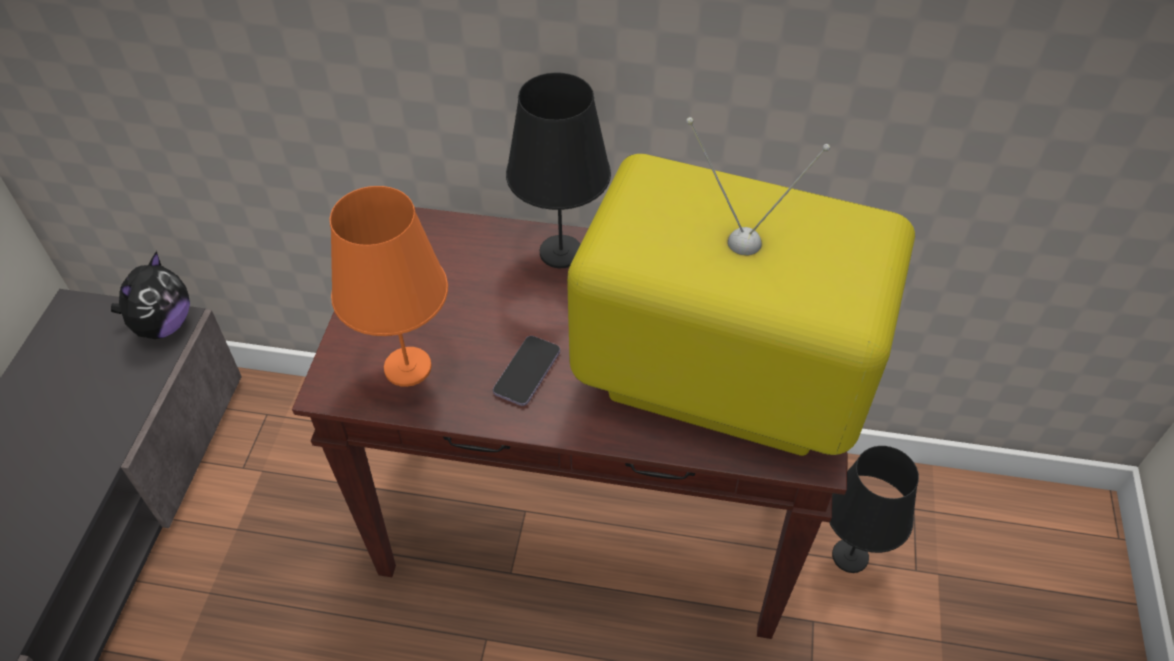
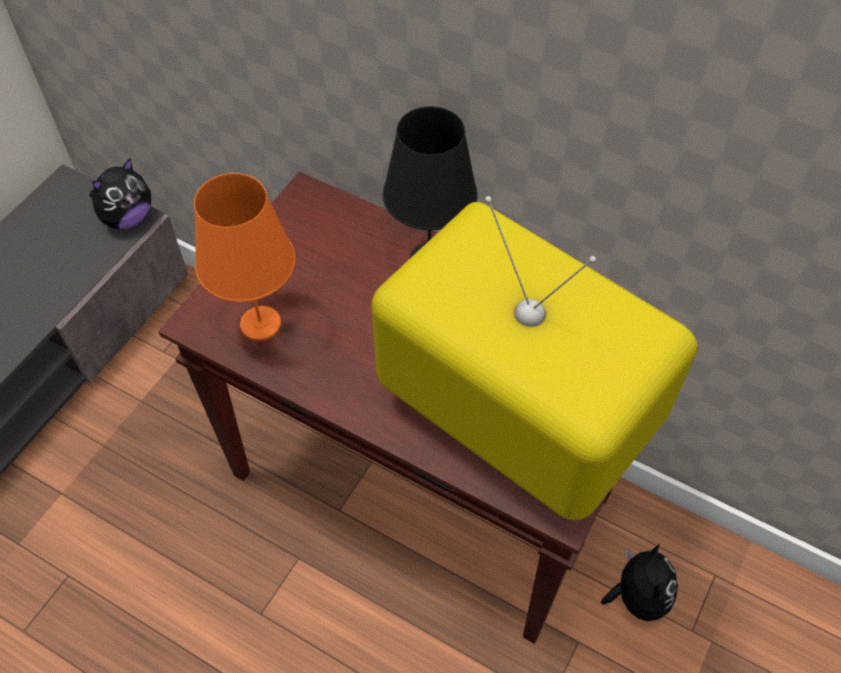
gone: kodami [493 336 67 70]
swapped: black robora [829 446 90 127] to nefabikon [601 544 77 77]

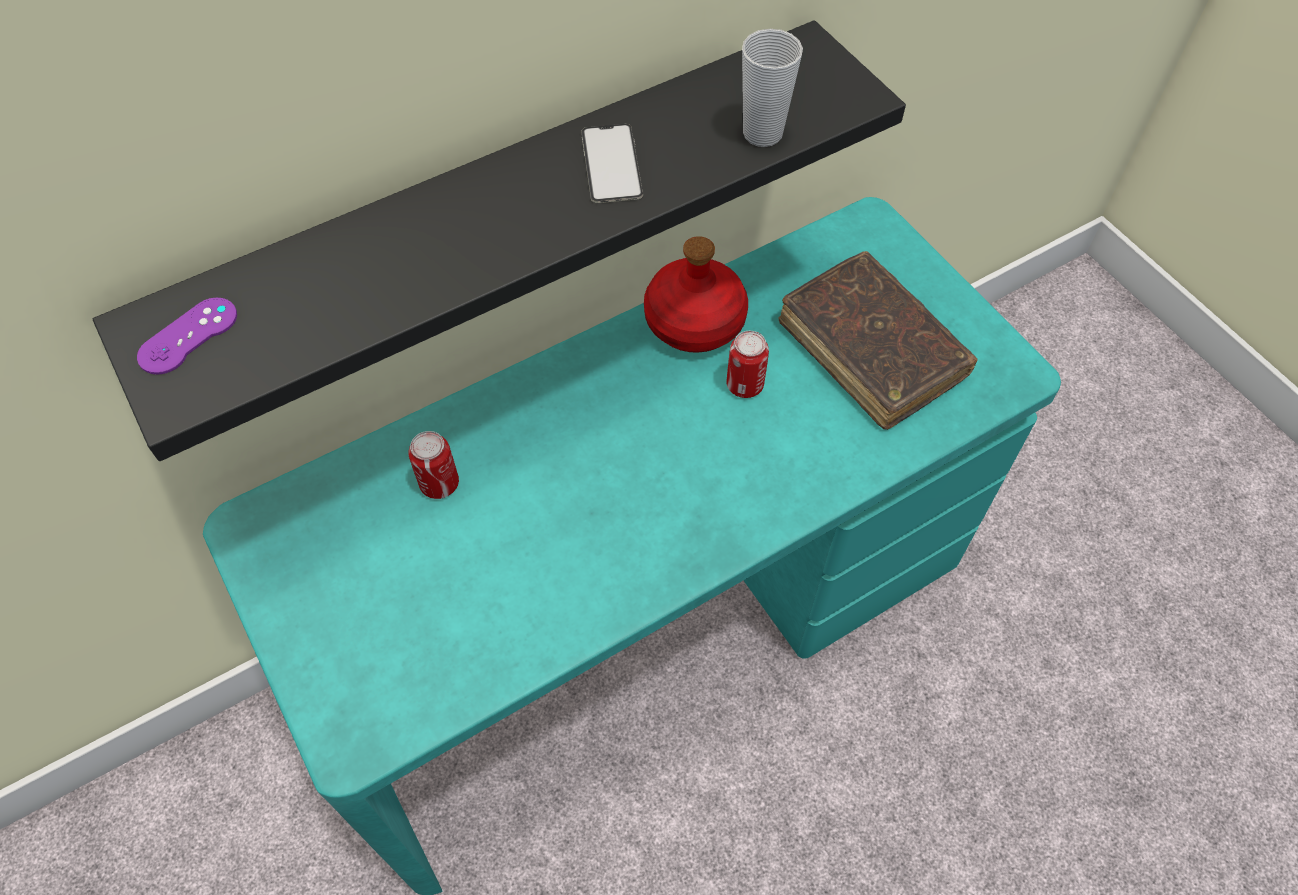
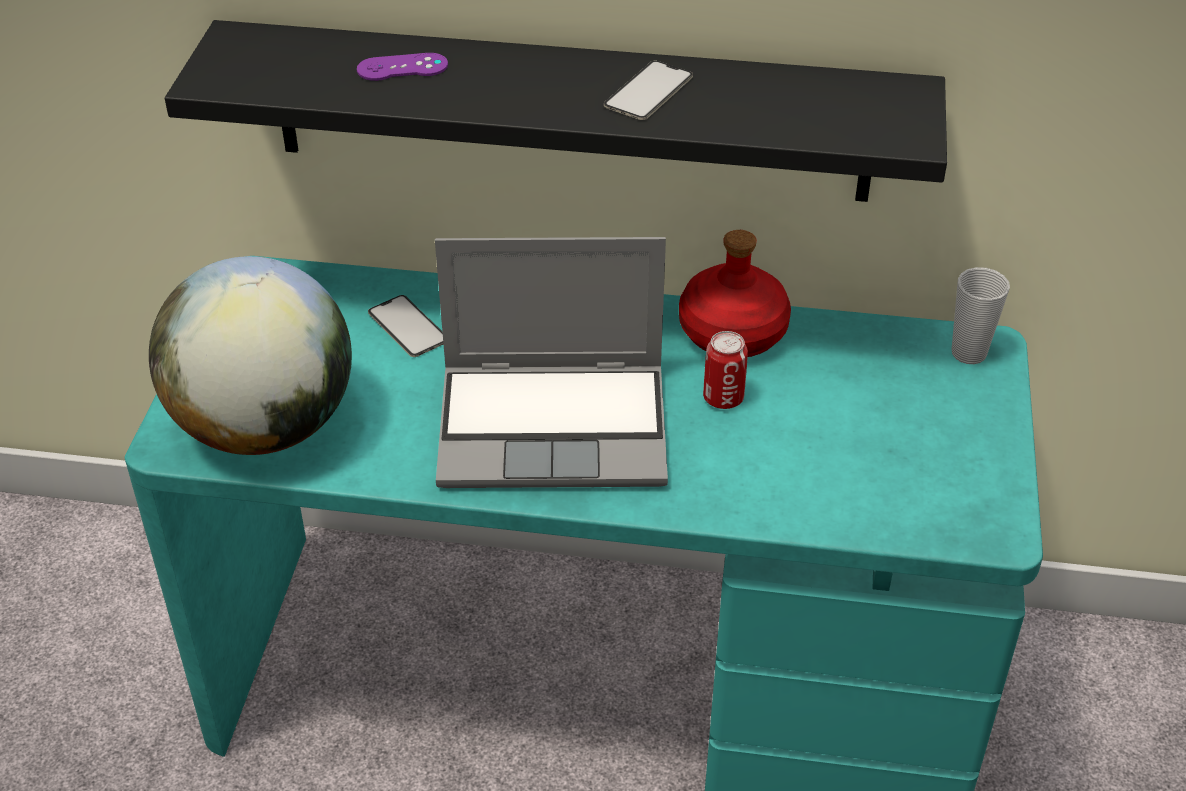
gone: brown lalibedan [778 251 200 179]
new: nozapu [435 237 233 251]; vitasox [149 256 203 199]
shifted: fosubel [742 29 61 118] to [952 267 58 97]; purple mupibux [137 298 100 77] to [357 53 91 28]
swapped: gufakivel [409 431 50 68] to kodami [368 295 76 62]

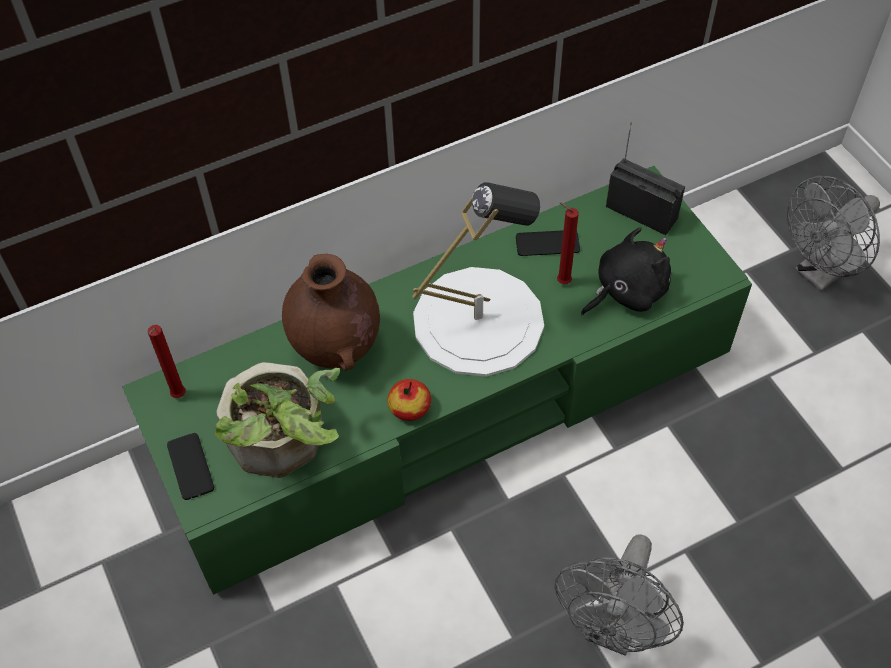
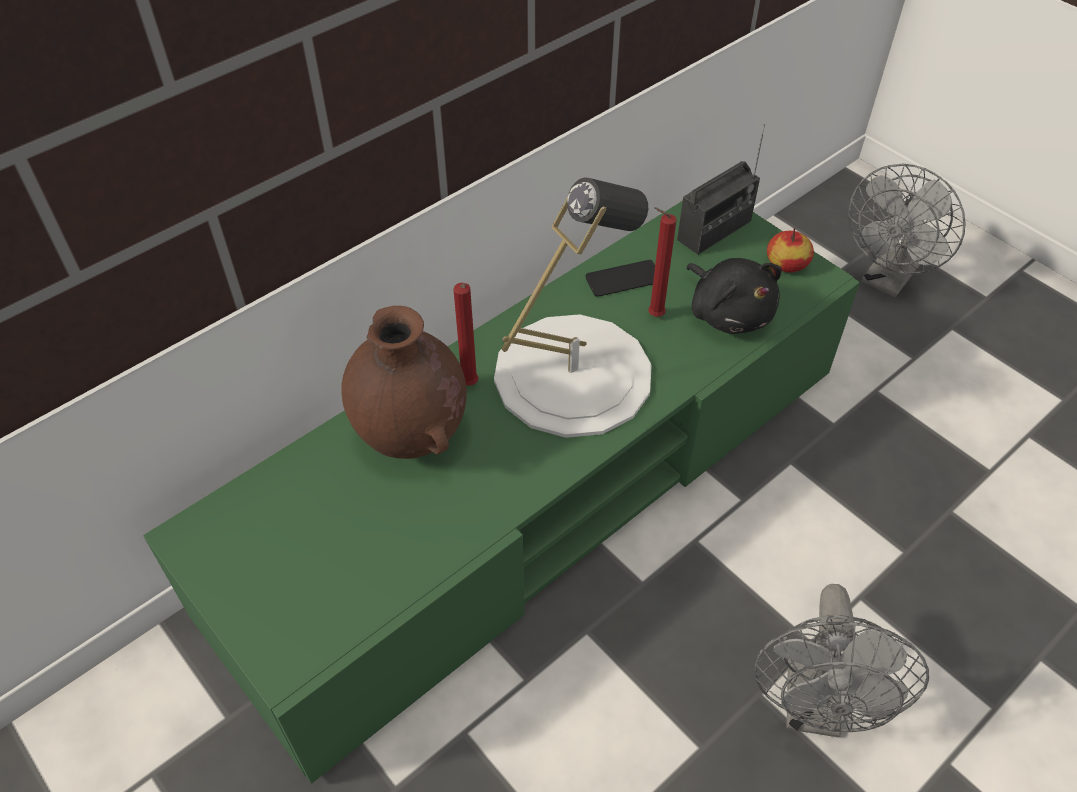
gone: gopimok [214 362 126 116]; kodami [167 433 47 67]
shifted: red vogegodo [148 325 38 73] to [453 283 26 103]; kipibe [387 379 44 42] to [767 228 47 45]
rotated: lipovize [606 123 79 112] = [677 124 88 131] 120 degrees clockwise; black nefabikon [581 227 90 88] = [686 258 96 76] 105 degrees clockwise

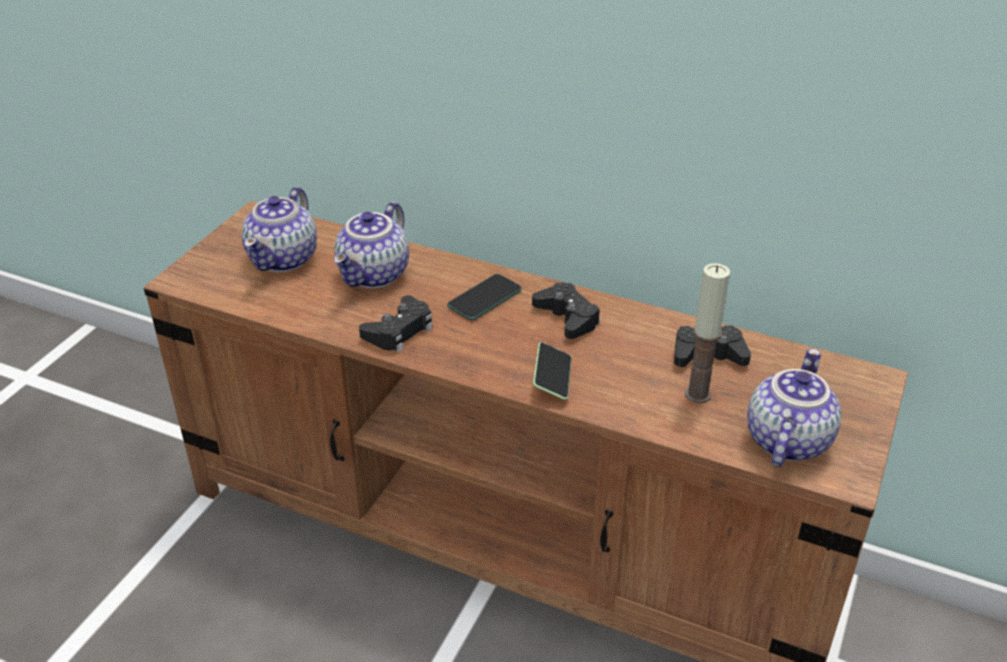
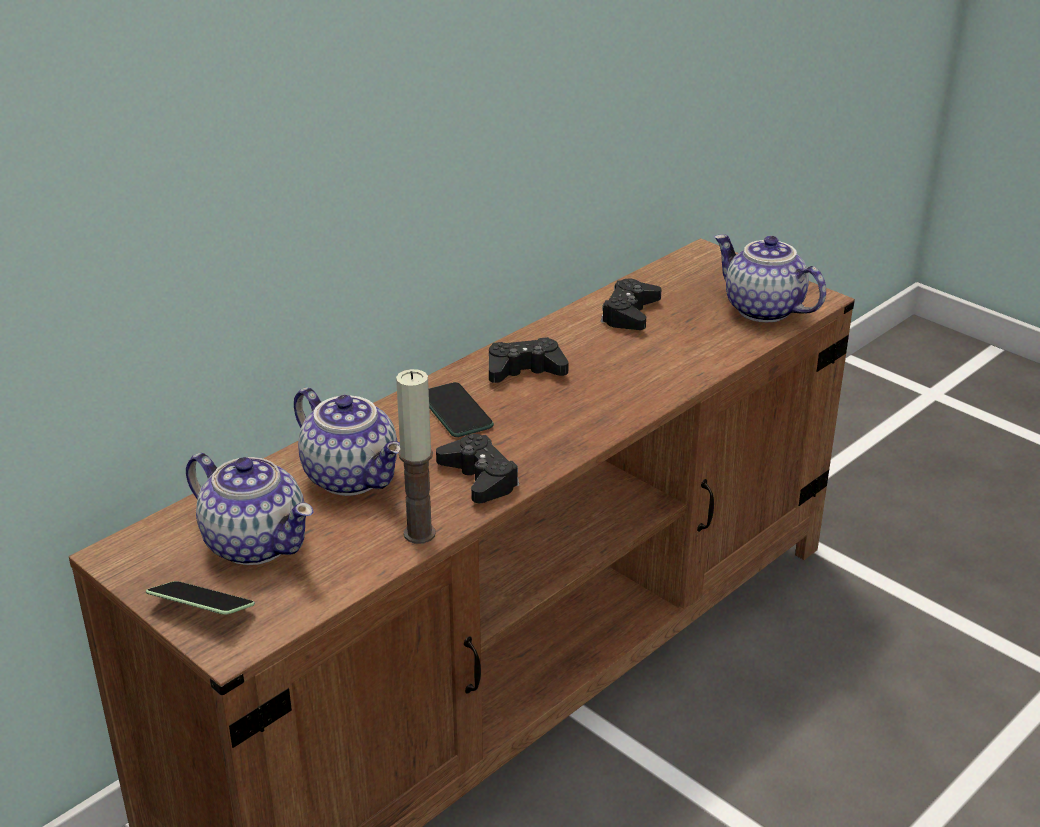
shifted: vogegodo [685 263 45 141] to [396 369 40 175]; kodami [533 342 39 58] to [146 581 109 33]

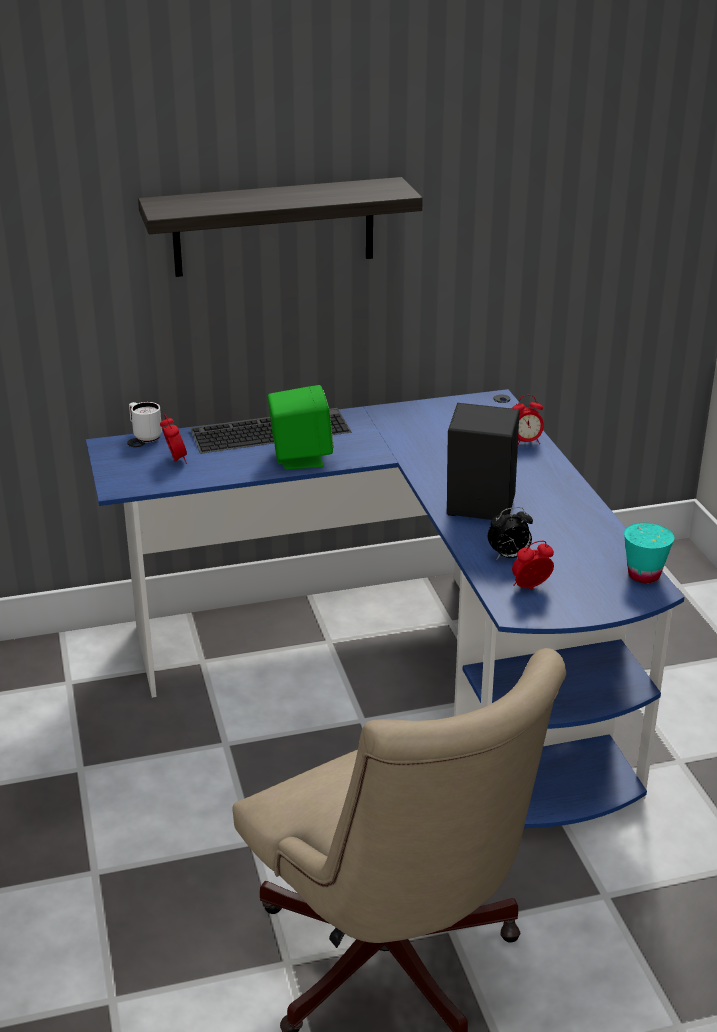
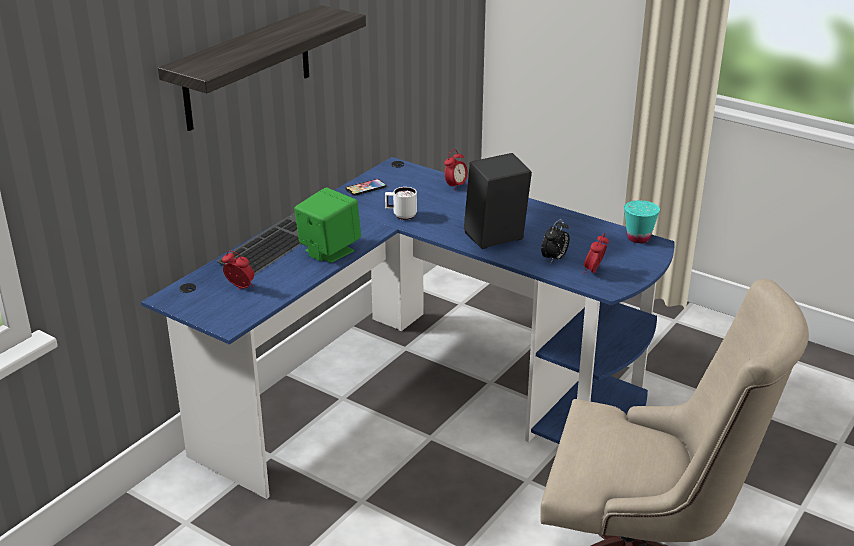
new: kodami [346 179 41 17]
shifted: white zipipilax [129 402 33 40] to [385 187 32 33]

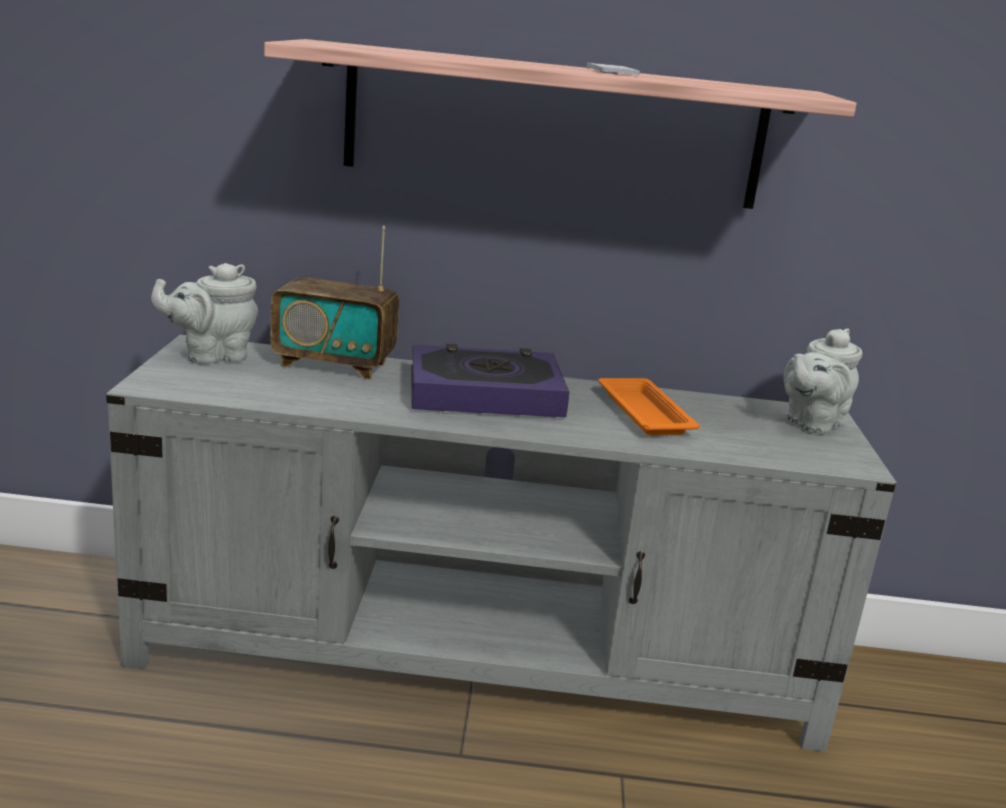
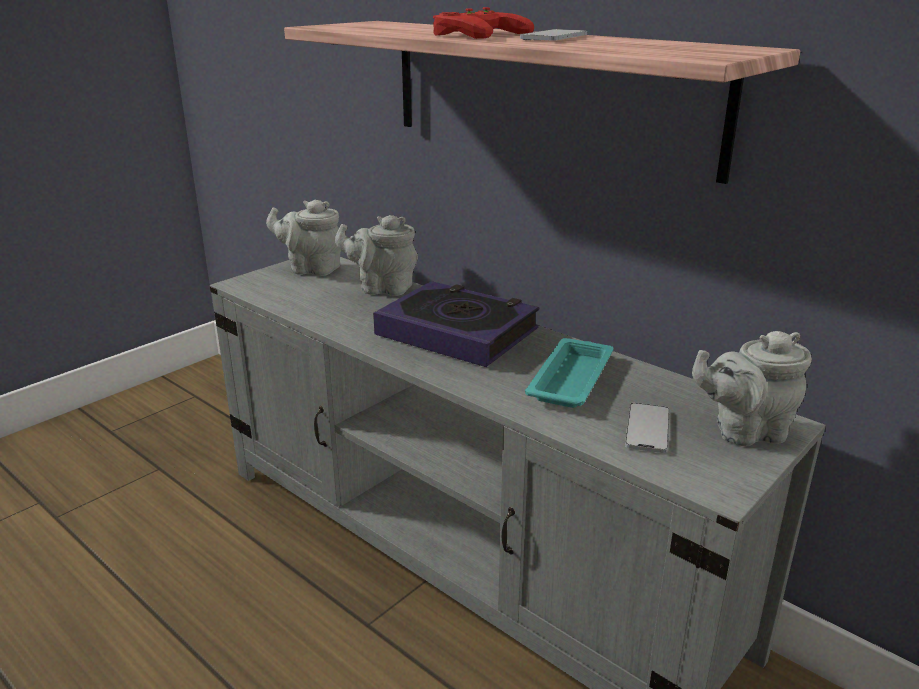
new: red mupibux [433 7 101 32]; kodami [625 403 45 50]
swapped: lipovize [271 225 128 155] to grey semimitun [335 215 83 81]
repainted: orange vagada [598 378 102 57] to turquoise vagada [525 338 89 70]

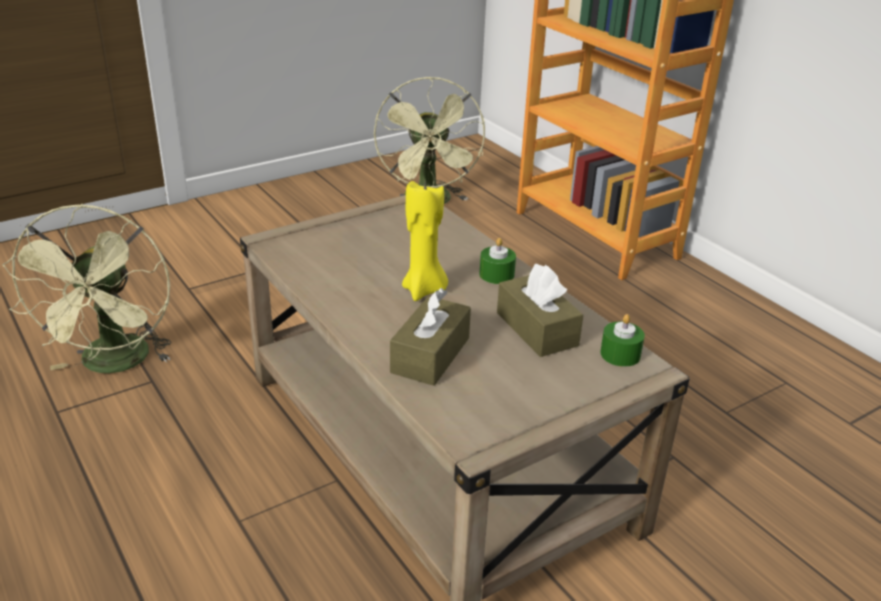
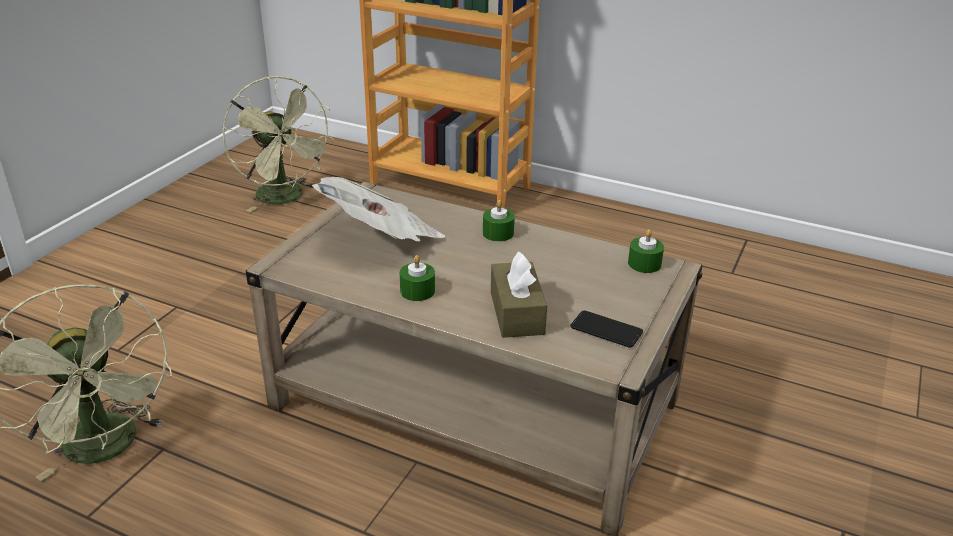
gone: yellow vogegodo [402 179 46 122]; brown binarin [497 264 86 93]
new: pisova [312 177 133 64]; green vogegodo [399 255 36 46]; kodami [570 311 73 36]

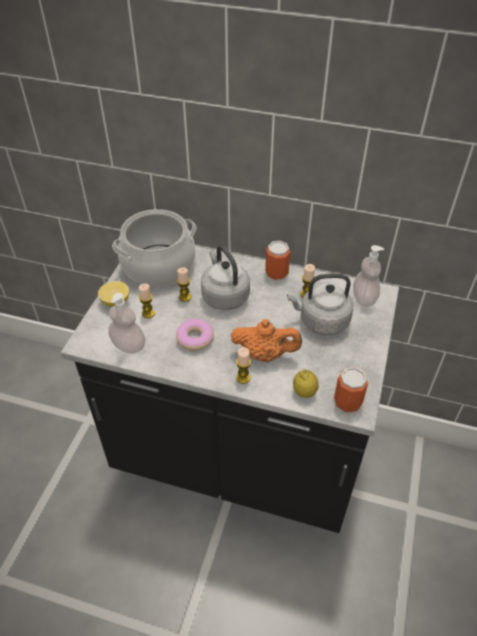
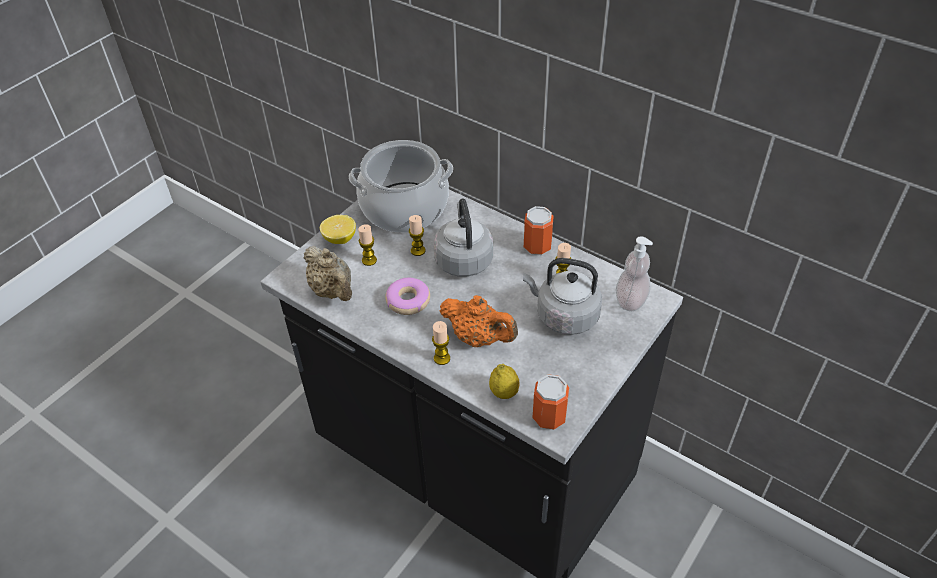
swapped: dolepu [108 293 37 61] to beige semimitun [303 246 49 55]

